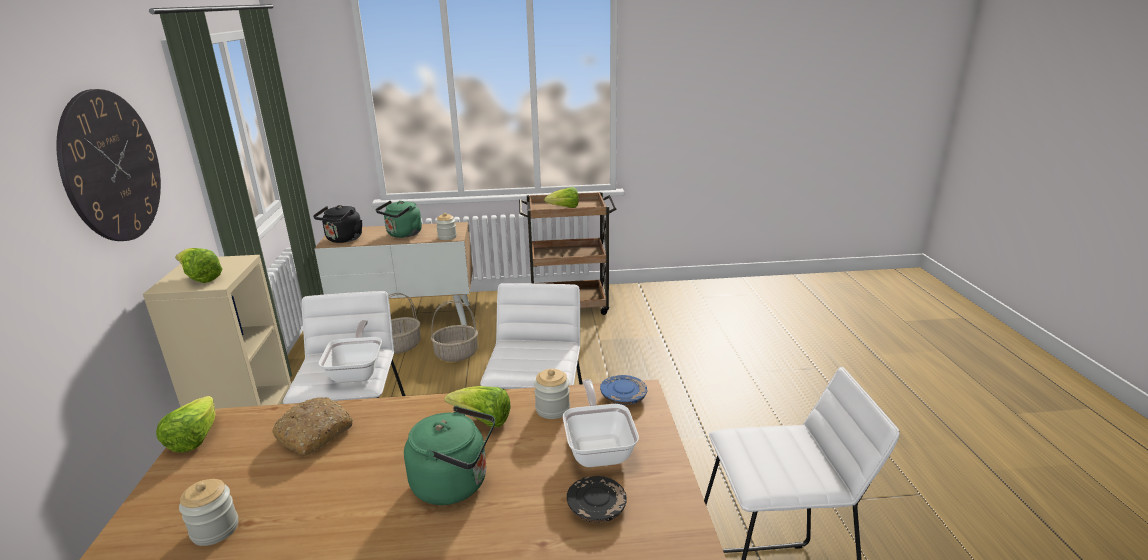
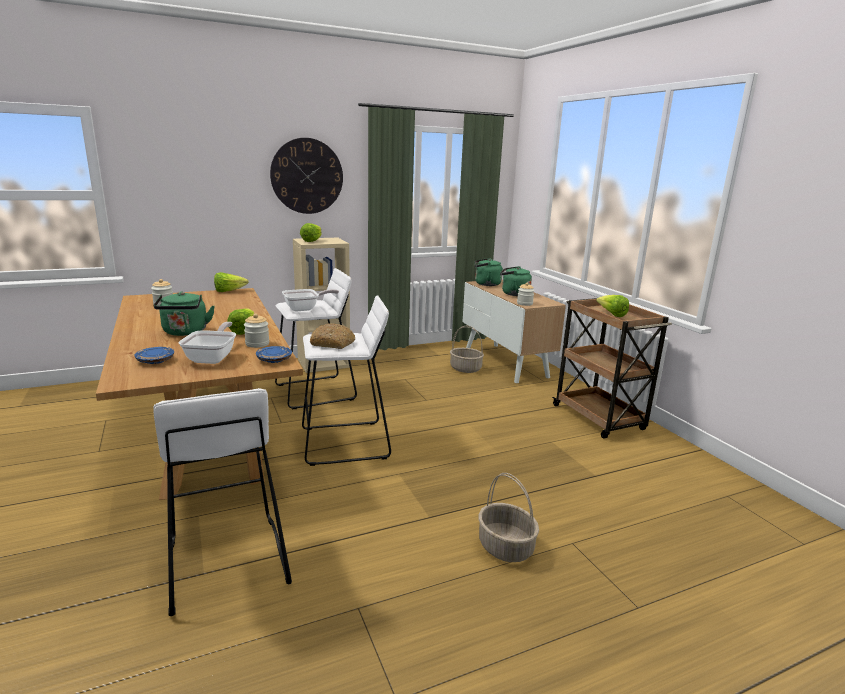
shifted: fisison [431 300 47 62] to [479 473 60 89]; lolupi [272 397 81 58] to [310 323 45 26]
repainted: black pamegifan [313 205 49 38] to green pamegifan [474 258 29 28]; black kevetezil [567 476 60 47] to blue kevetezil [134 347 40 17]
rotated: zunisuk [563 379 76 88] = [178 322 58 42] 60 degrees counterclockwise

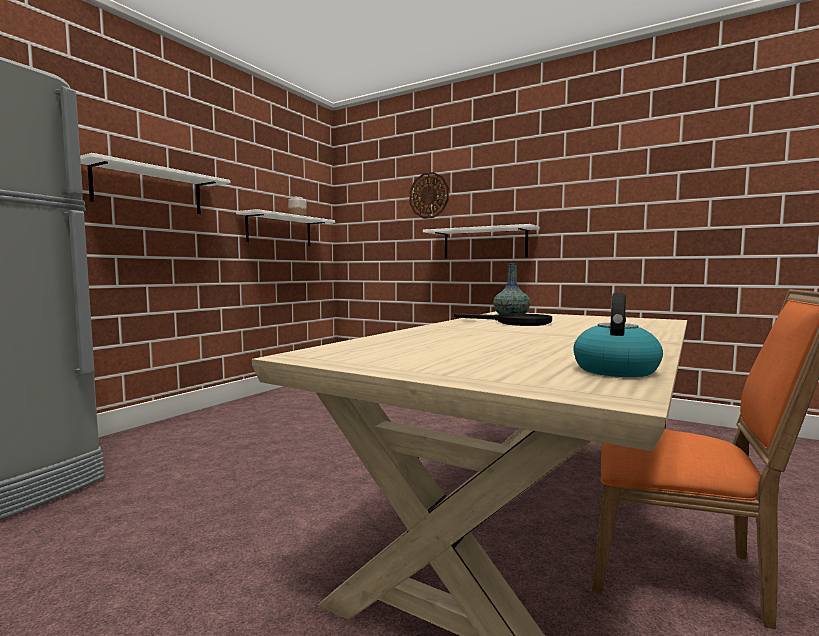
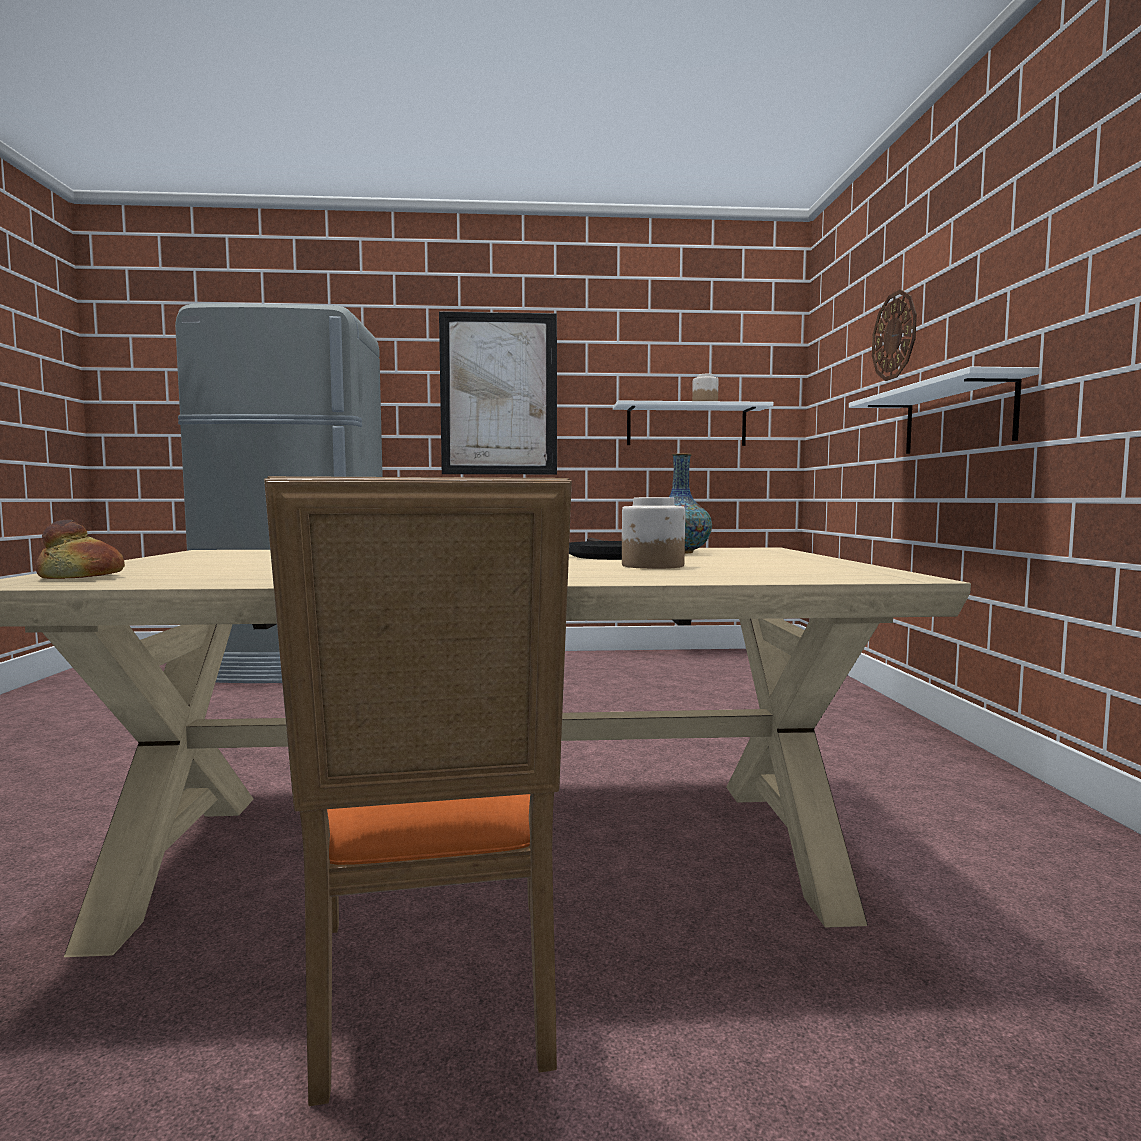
gone: pamegifan [573 293 90 84]
new: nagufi [622 497 63 72]; lolupi [36 520 89 59]
swapped: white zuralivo [80 153 151 61] to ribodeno [439 311 118 163]

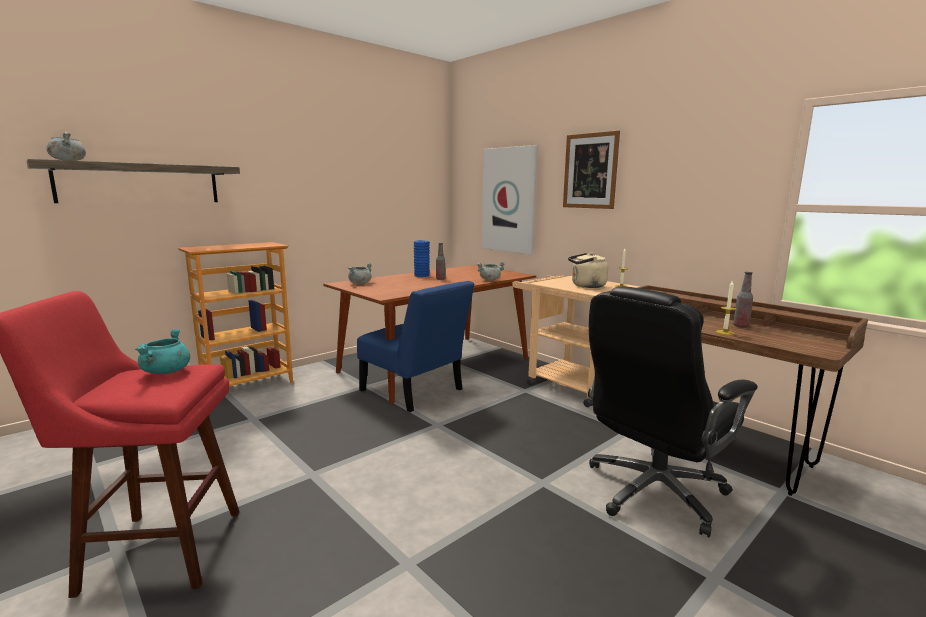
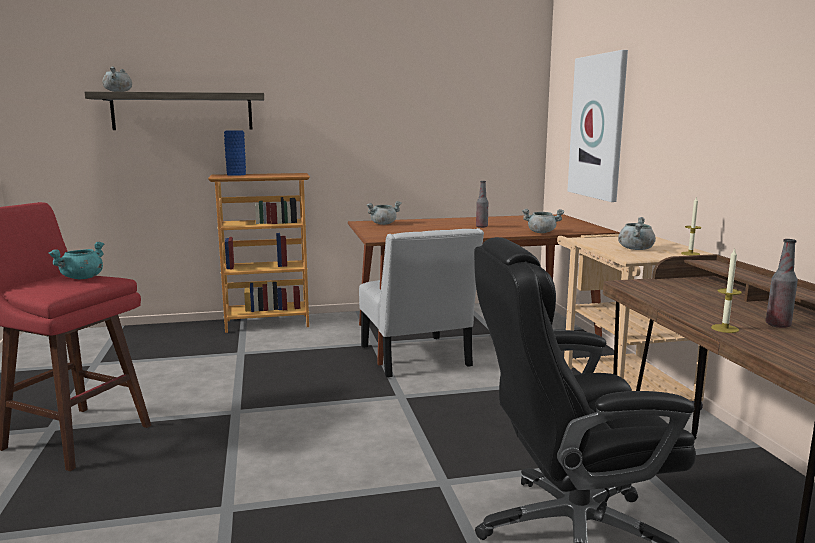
gone: ribodeno [563 130 57 79]
shifted: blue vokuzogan [414 240 16 37] to [224 130 22 46]
swapped: beige pamegifan [568 253 40 35] to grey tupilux [618 217 38 33]
repainted: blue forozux [357 281 117 131] to white forozux [359 228 125 150]

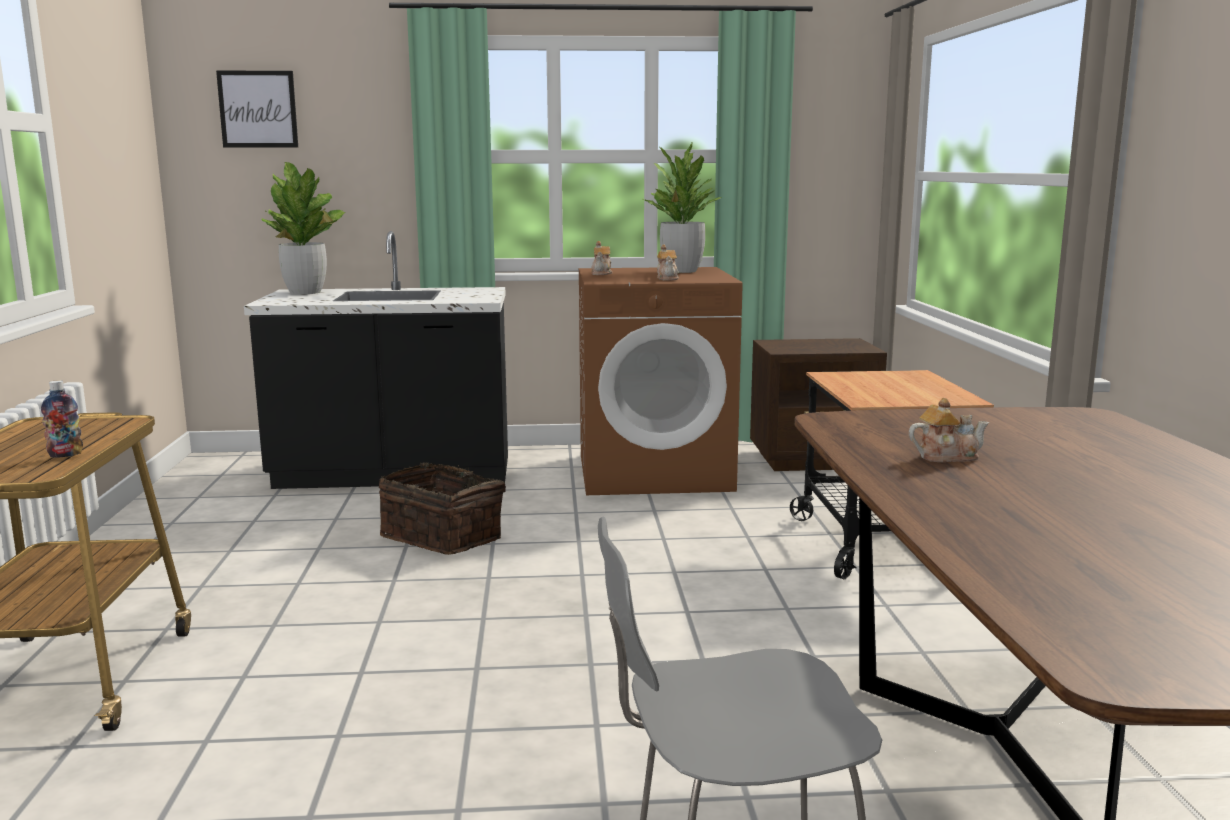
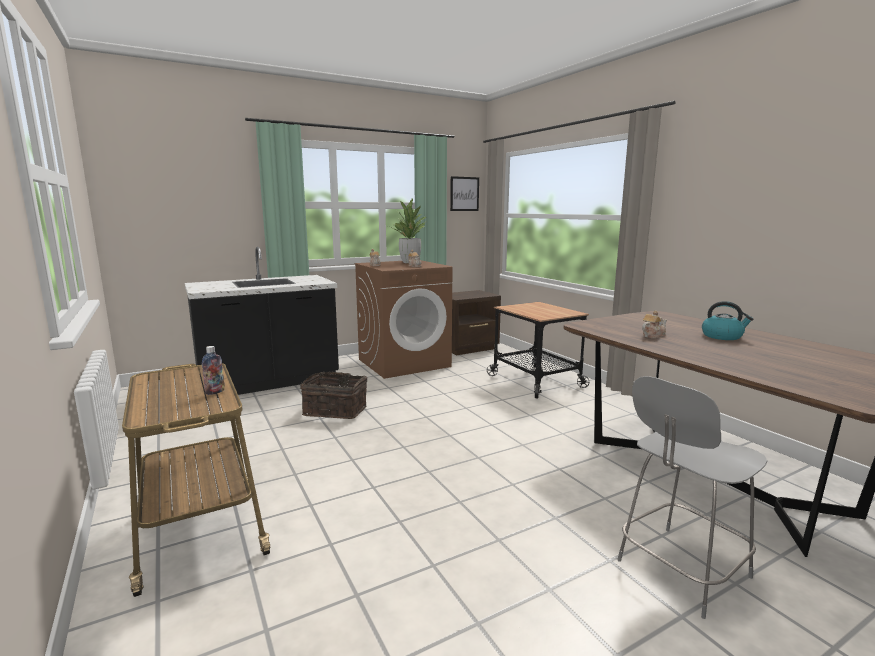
gone: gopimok [261 162 84 132]
new: pamegifan [702 301 51 39]
shifted: ribodeno [216 70 82 77] to [450 176 29 35]

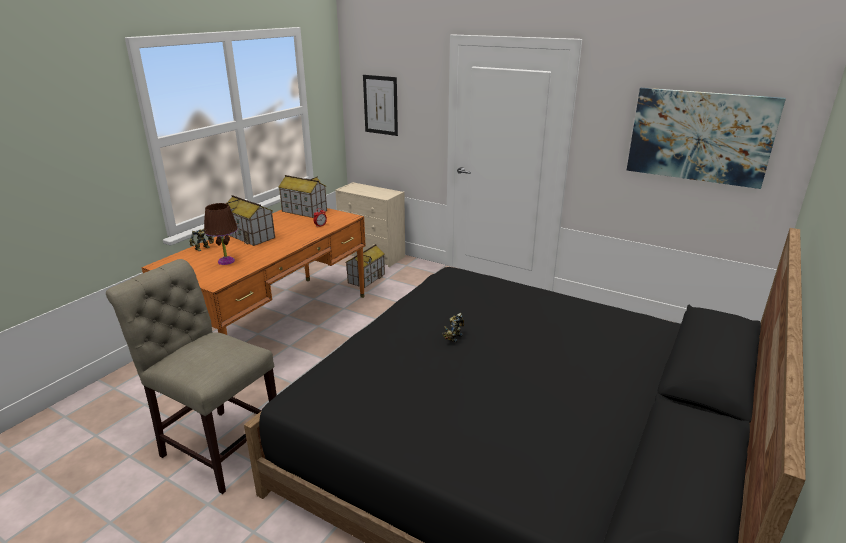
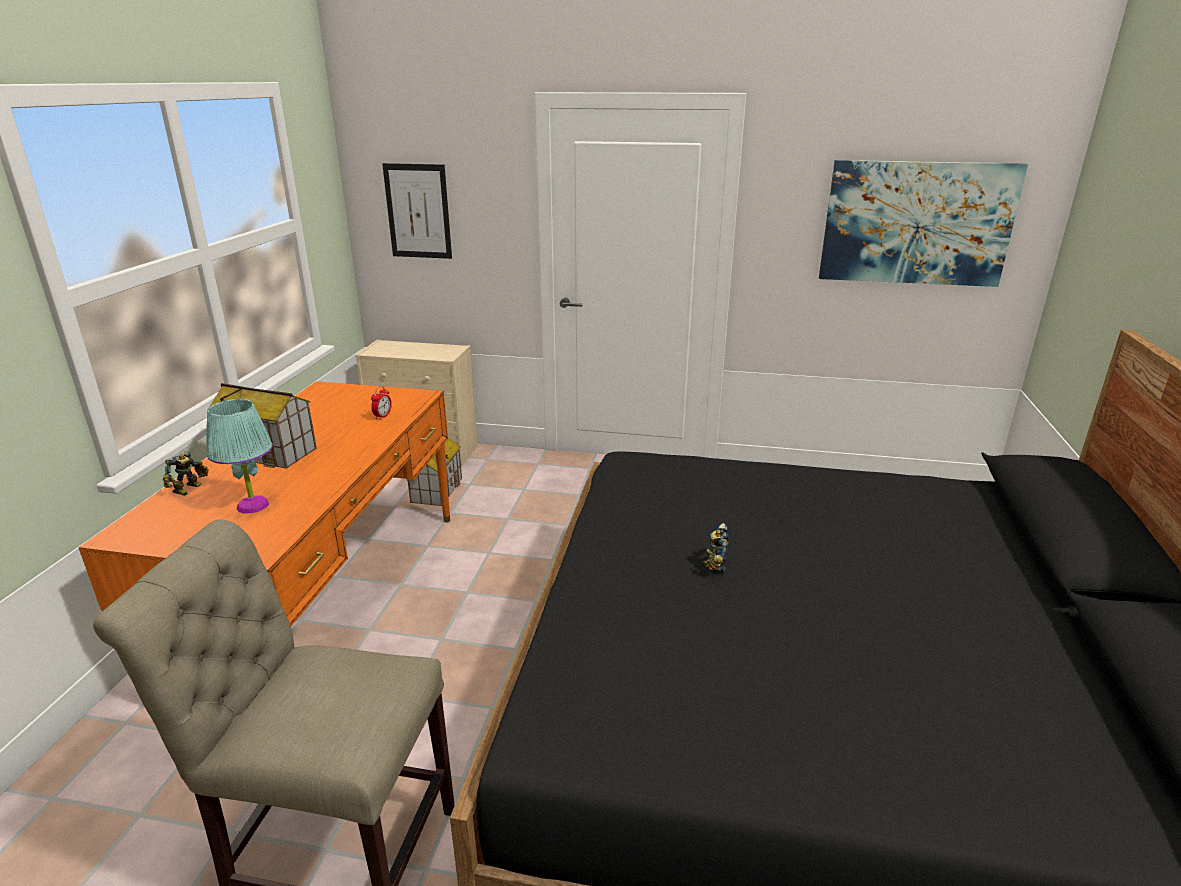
gone: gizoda [278 175 49 43]
repainted: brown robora [204 203 34 62] to turquoise robora [206 399 67 115]

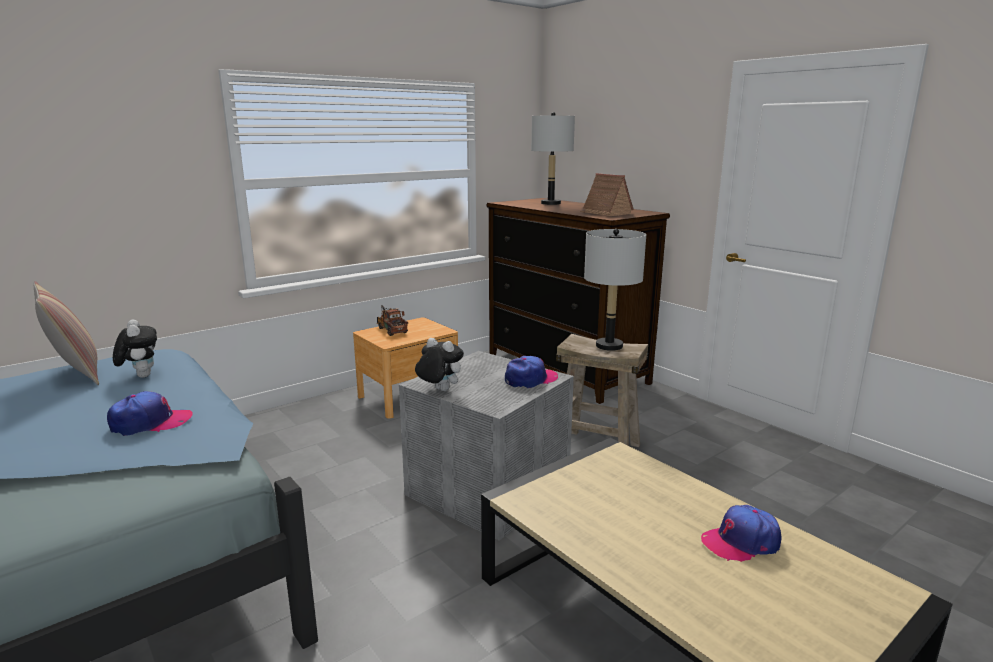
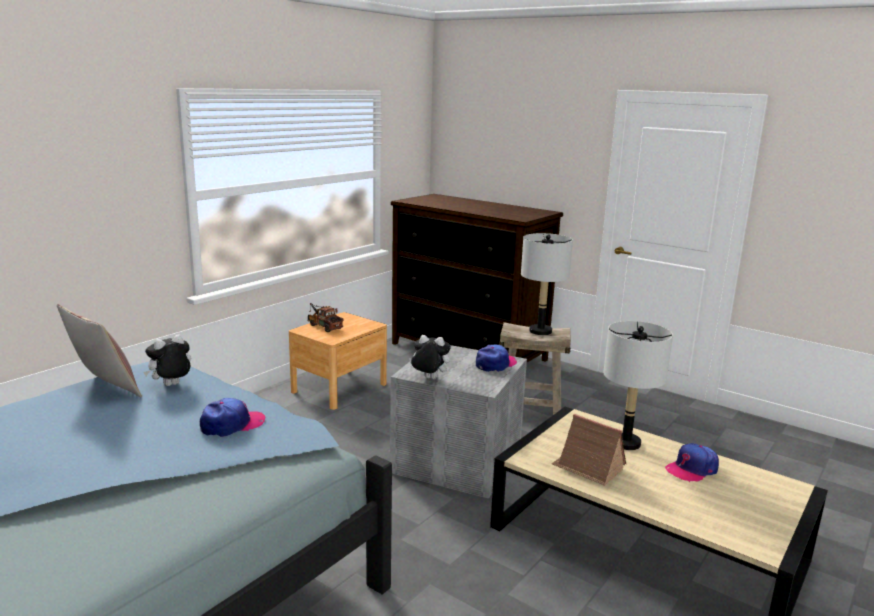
shifted: grey robora [531 112 44 93] to [603 321 70 129]; gizoda [580 173 54 43] to [552 414 74 72]
rotated: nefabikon [113 319 44 59] = [143 334 48 52] 90 degrees counterclockwise

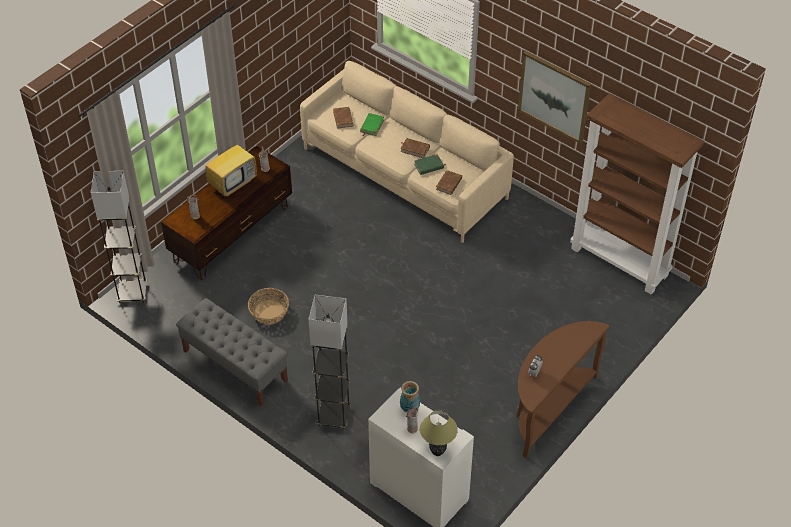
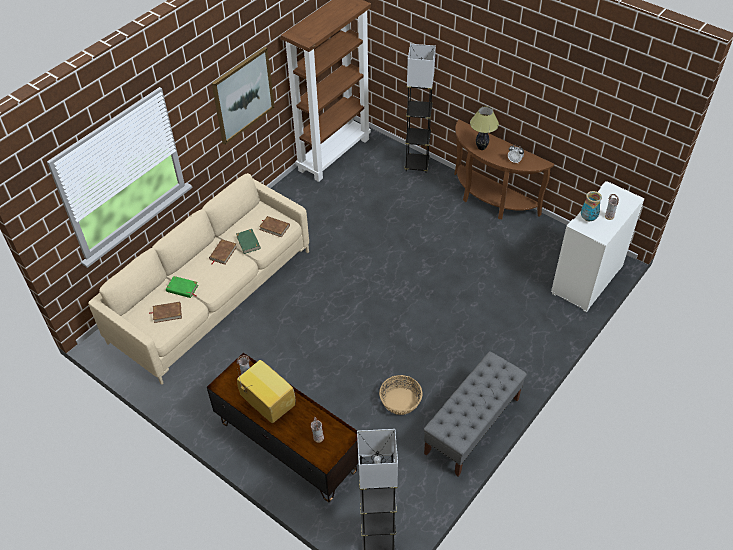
shifted: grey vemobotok [308 295 43 135] to [405 44 31 129]; robora [420 410 38 46] to [470 107 29 43]

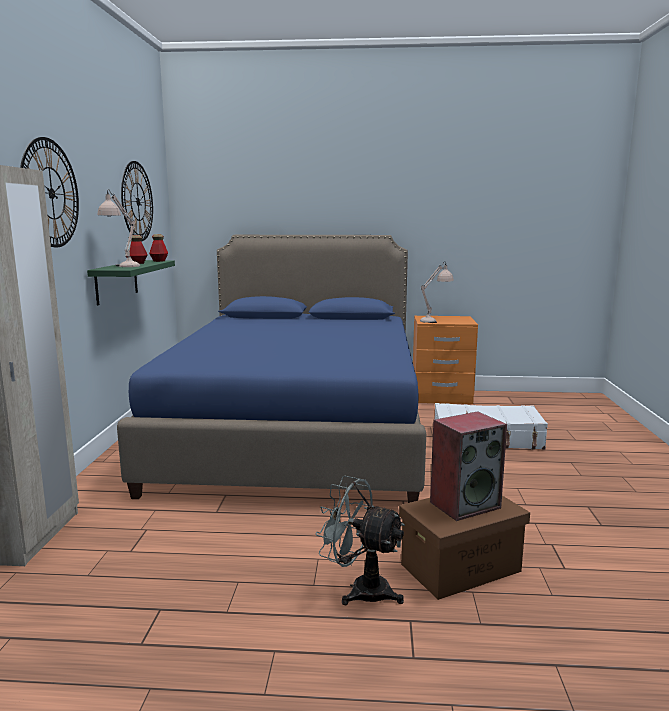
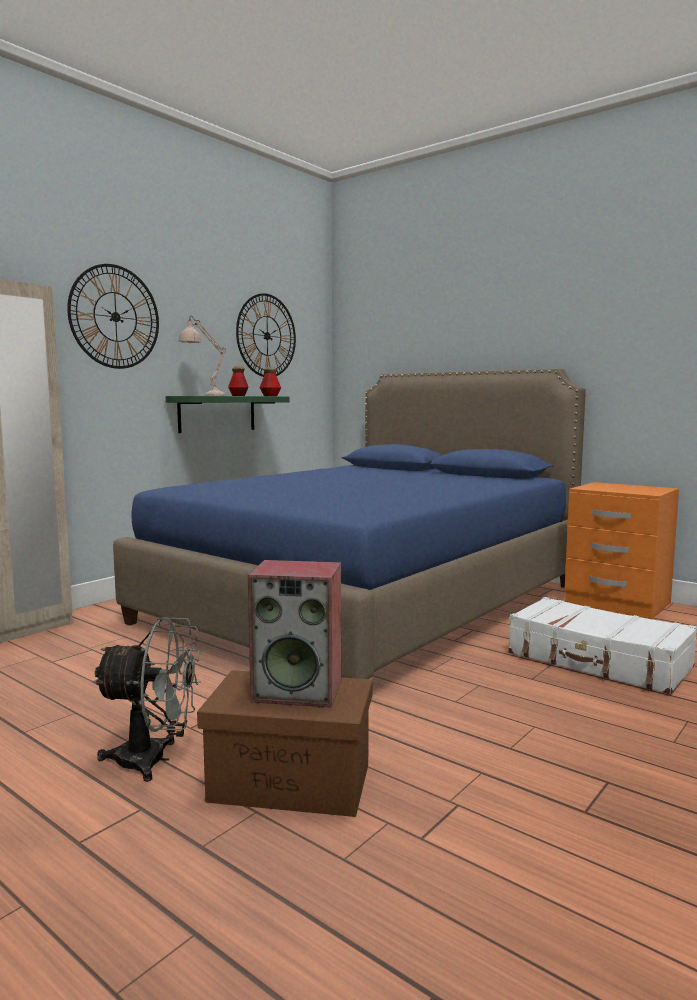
gone: beige robora [420 262 34 61]
rotated: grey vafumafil [315 475 90 130] = [92 617 110 165] 120 degrees clockwise

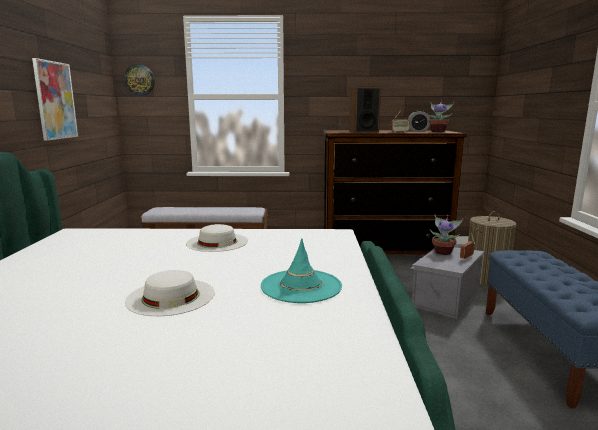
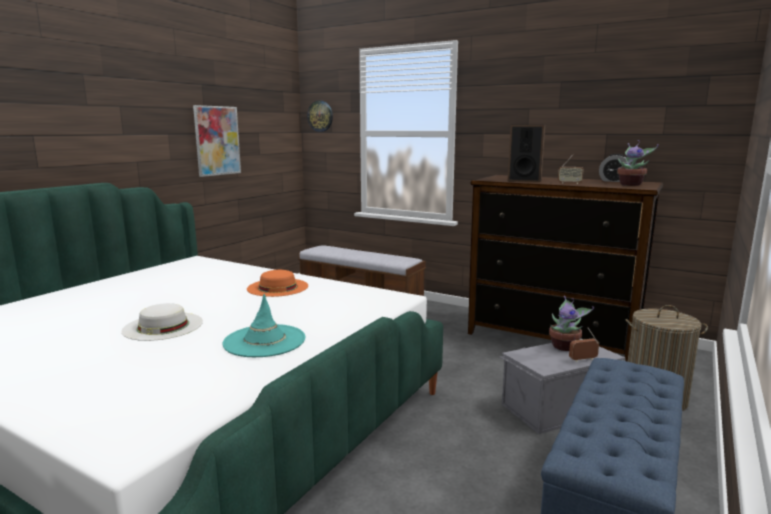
repainted: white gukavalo [186 224 62 28] to orange gukavalo [247 270 61 27]

